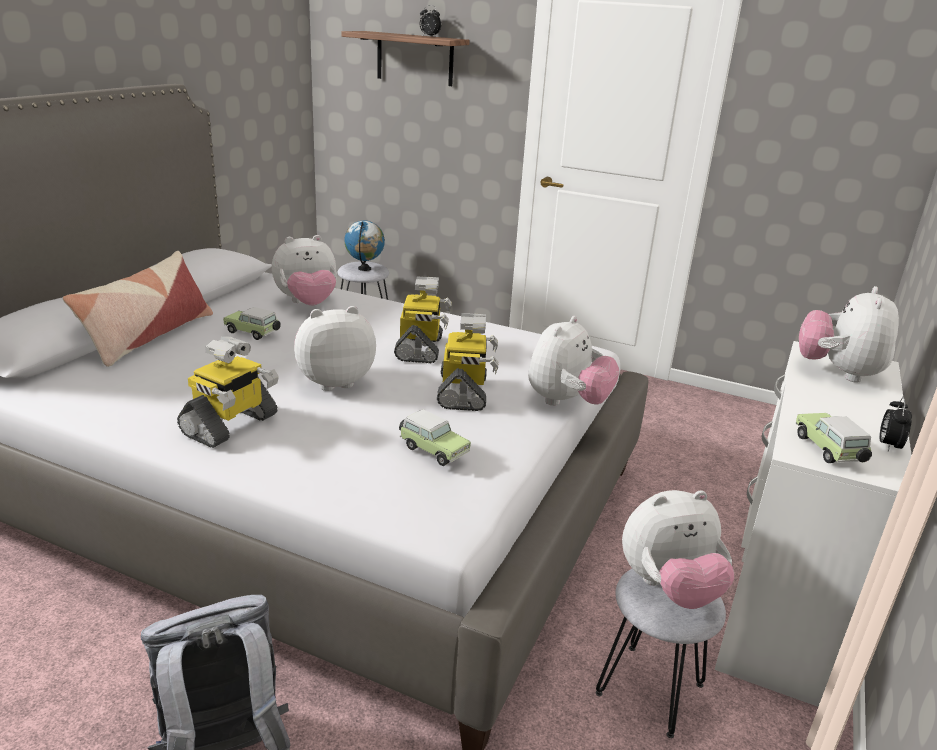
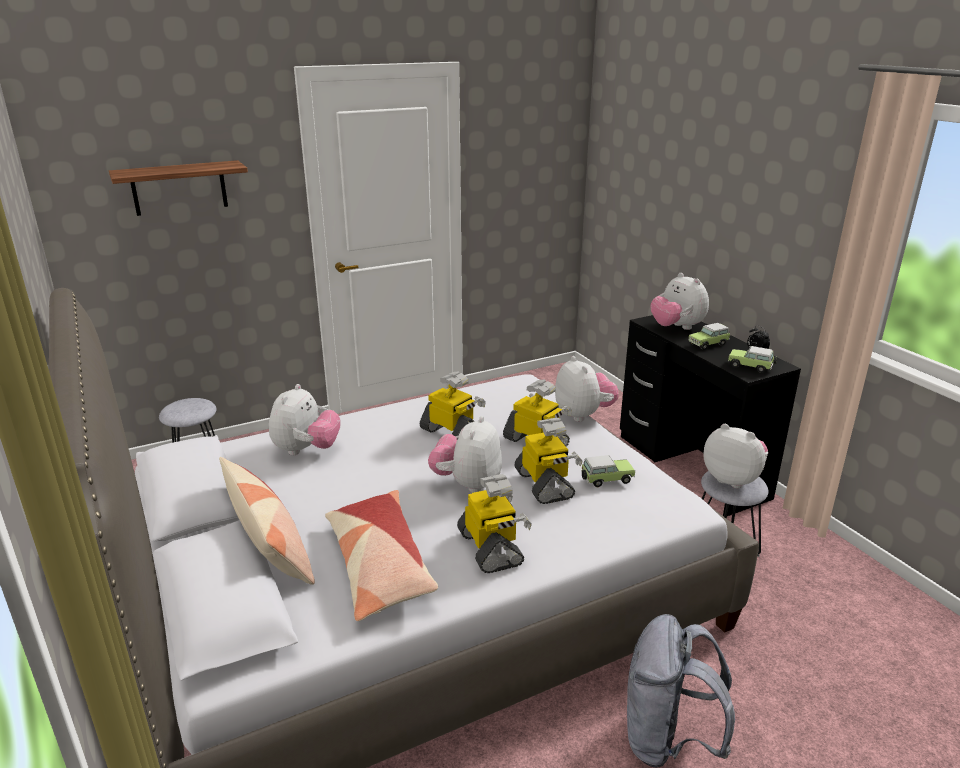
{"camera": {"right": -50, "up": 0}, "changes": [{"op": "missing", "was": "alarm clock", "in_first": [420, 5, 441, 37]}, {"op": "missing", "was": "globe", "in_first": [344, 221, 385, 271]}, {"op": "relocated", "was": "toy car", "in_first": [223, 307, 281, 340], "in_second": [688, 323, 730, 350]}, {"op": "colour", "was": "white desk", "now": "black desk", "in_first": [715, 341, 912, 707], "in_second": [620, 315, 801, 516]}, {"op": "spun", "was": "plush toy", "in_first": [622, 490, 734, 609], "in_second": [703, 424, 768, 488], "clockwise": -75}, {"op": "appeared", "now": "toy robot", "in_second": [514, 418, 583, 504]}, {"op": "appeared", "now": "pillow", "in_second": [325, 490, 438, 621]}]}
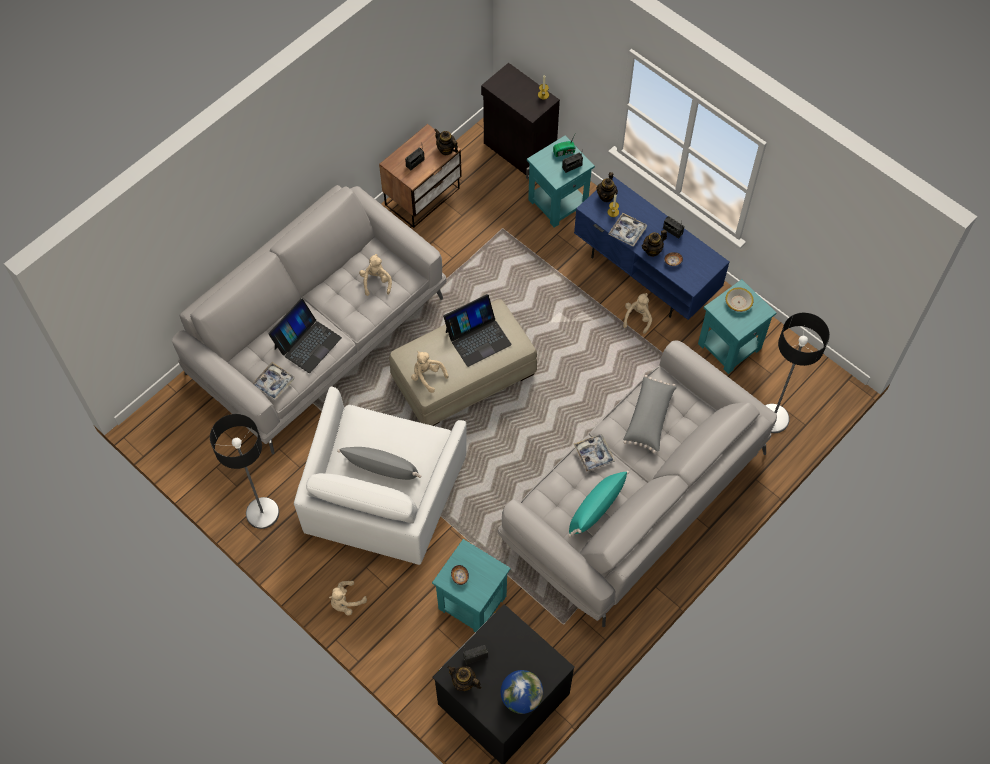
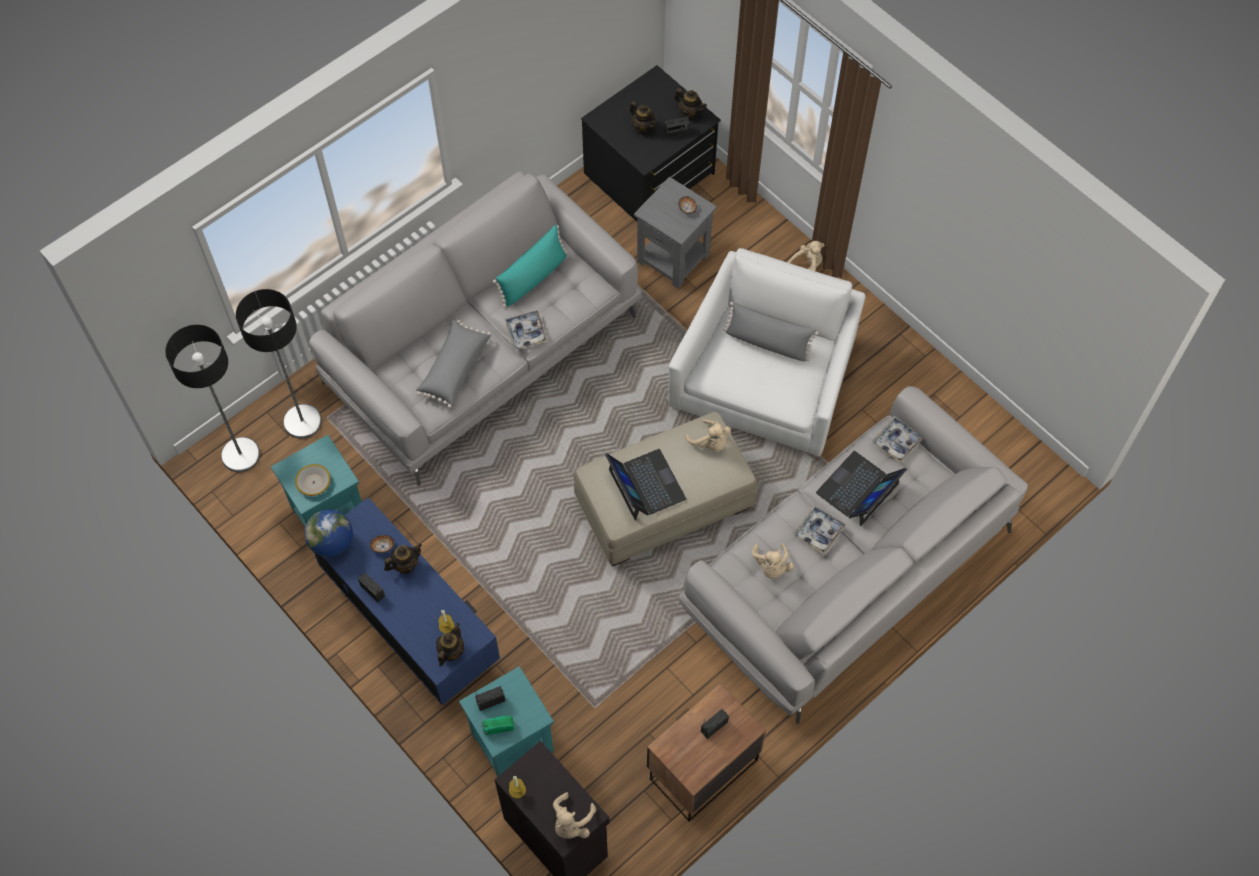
{"camera": {"right": -175, "up": 0}, "changes": [{"op": "relocated", "was": "teapot", "in_first": [434, 129, 458, 155], "in_second": [630, 101, 657, 134]}, {"op": "relocated", "was": "tray", "in_first": [608, 213, 647, 247], "in_second": [793, 505, 846, 554]}, {"op": "relocated", "was": "beige plush toy", "in_first": [623, 293, 652, 334], "in_second": [553, 792, 596, 839]}, {"op": "spun", "was": "laptop", "in_first": [443, 294, 512, 367], "in_second": [605, 449, 686, 521], "clockwise": 90}, {"op": "relocated", "was": "floor lamp", "in_first": [210, 414, 279, 529], "in_second": [165, 325, 260, 472]}, {"op": "colour", "was": "turquoise side table", "now": "grey side table", "in_first": [432, 539, 511, 632], "in_second": [634, 177, 717, 289]}, {"op": "relocated", "was": "globe", "in_first": [501, 670, 543, 714], "in_second": [305, 510, 353, 557]}]}
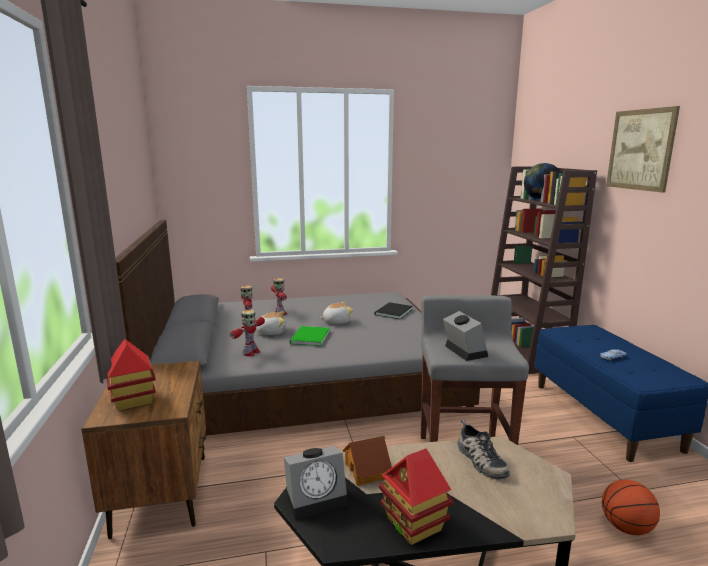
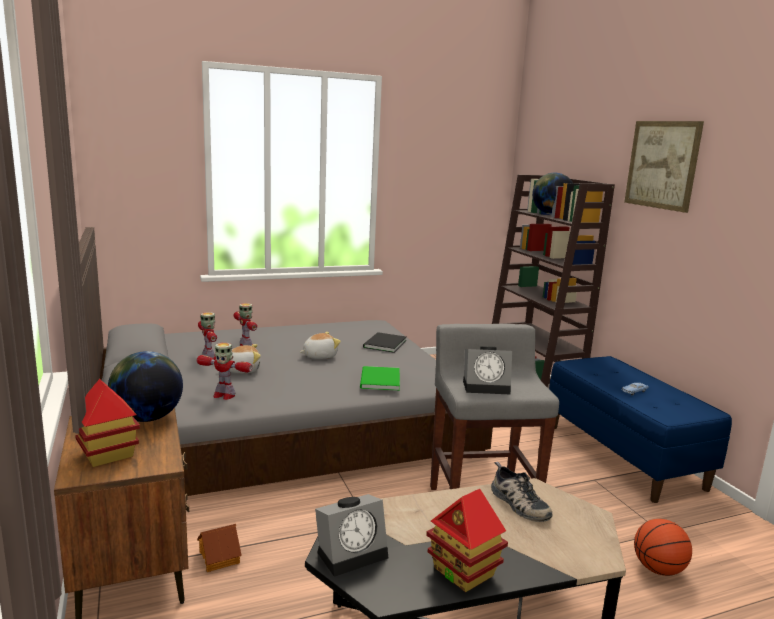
{"camera": {"right": -10, "up": 0}, "changes": [{"op": "spun", "was": "toy robot", "in_first": [230, 310, 265, 356], "in_second": [197, 343, 252, 400], "clockwise": 90}, {"op": "spun", "was": "alarm clock", "in_first": [443, 311, 488, 361], "in_second": [463, 346, 512, 395], "clockwise": 120}, {"op": "relocated", "was": "green book", "in_first": [290, 326, 330, 346], "in_second": [360, 366, 400, 391]}, {"op": "relocated", "was": "toy house", "in_first": [343, 436, 392, 486], "in_second": [197, 524, 242, 572]}, {"op": "appeared", "now": "globe", "in_second": [108, 351, 183, 422]}]}
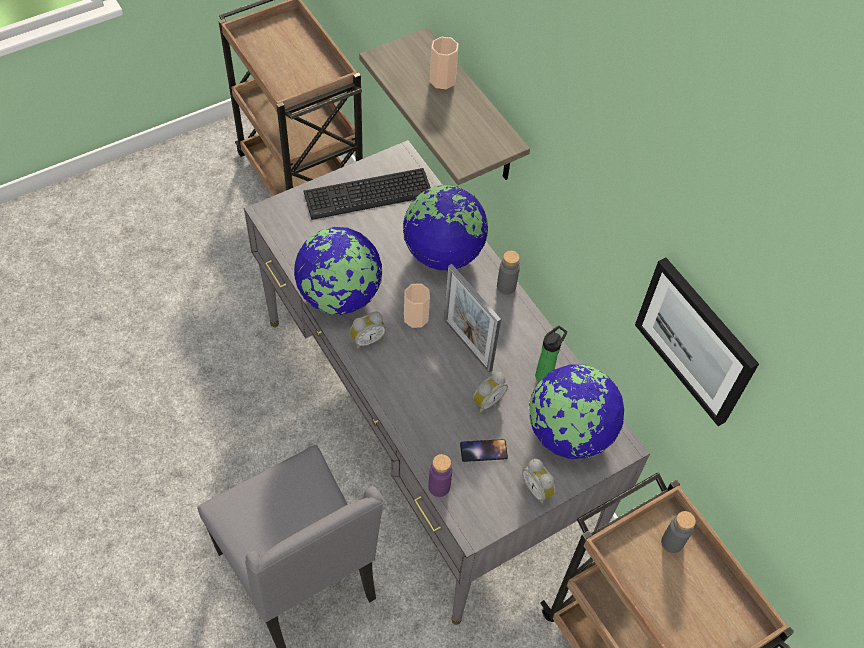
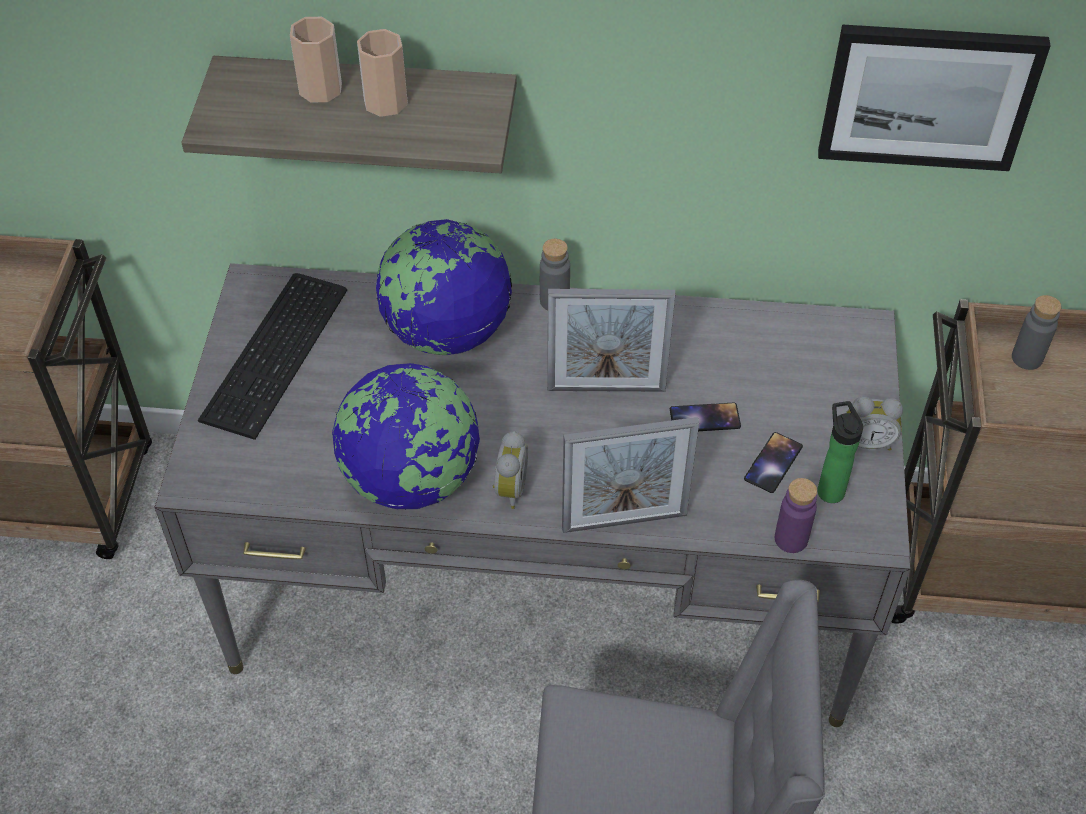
{"camera": {"right": -50, "up": -5}, "changes": [{"op": "relocated", "was": "cup", "in_first": [404, 283, 430, 328], "in_second": [357, 29, 408, 117]}, {"op": "relocated", "was": "bottle", "in_first": [535, 325, 567, 382], "in_second": [817, 401, 863, 503]}, {"op": "missing", "was": "globe", "in_first": [529, 364, 624, 459]}, {"op": "exchanged", "was": "alarm clock", "now": "phone", "in_first": [473, 372, 508, 414], "in_second": [670, 403, 741, 431]}, {"op": "appeared", "now": "picture frame", "in_second": [562, 417, 699, 533]}]}
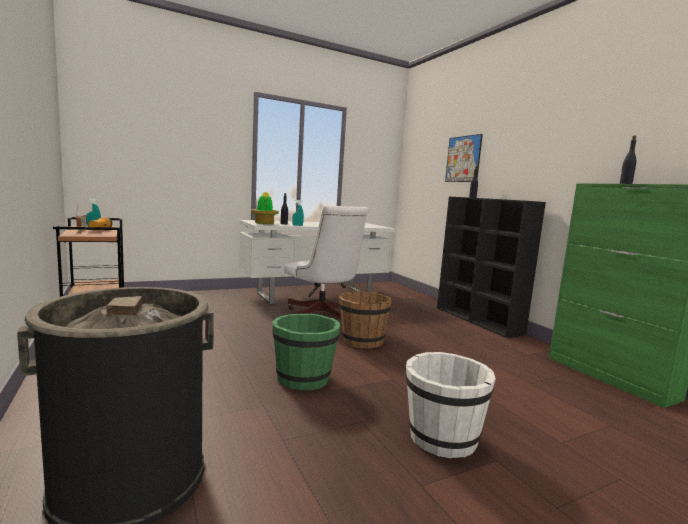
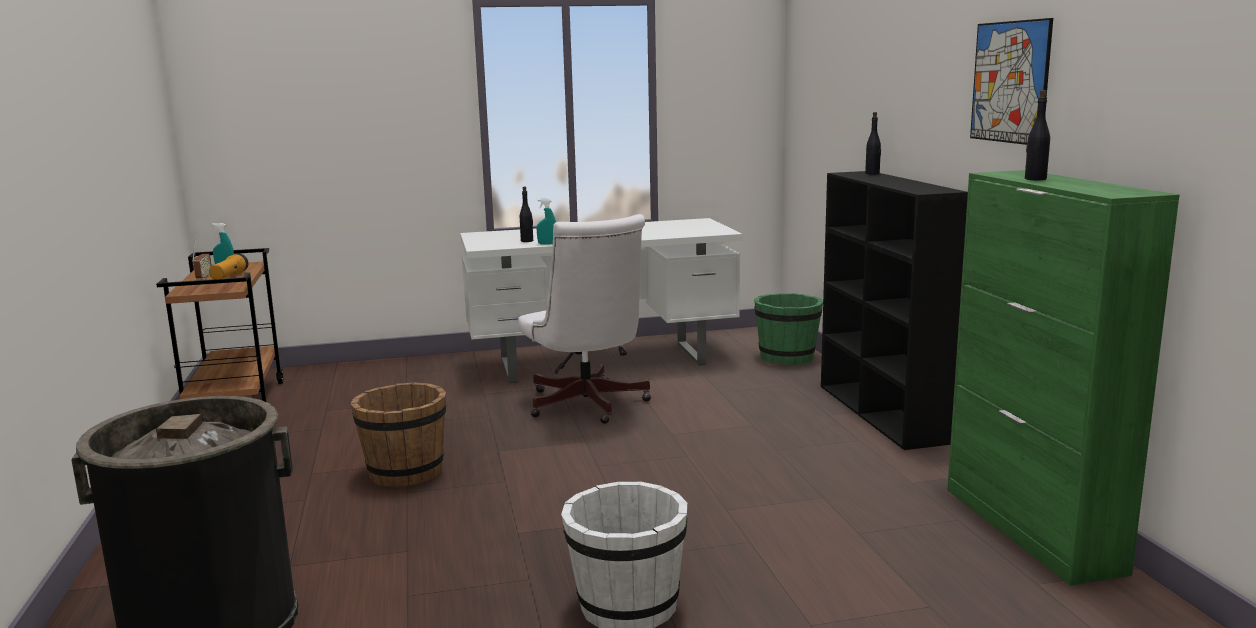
{"camera": {"right": 15, "up": 5}, "changes": [{"op": "relocated", "was": "picture", "in_first": [445, 134, 483, 182], "in_second": [970, 18, 1053, 145]}, {"op": "missing", "was": "potted plant", "in_first": [251, 192, 279, 224]}, {"op": "relocated", "was": "brown bucket", "in_first": [339, 291, 392, 349], "in_second": [350, 382, 446, 487]}, {"op": "relocated", "was": "green bucket", "in_first": [272, 313, 341, 390], "in_second": [754, 293, 823, 365]}]}
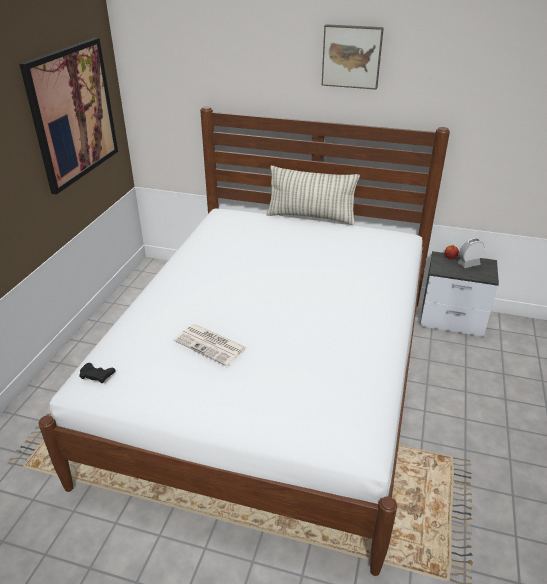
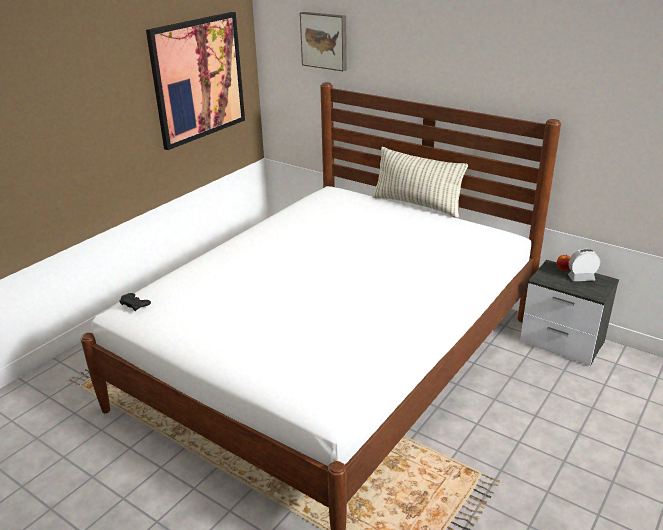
{"camera": {"right": 20, "up": -5}, "changes": [{"op": "relocated", "was": "picture", "in_first": [322, 24, 384, 90], "in_second": [300, 12, 347, 71]}, {"op": "missing", "was": "newspaper", "in_first": [174, 324, 247, 366]}]}
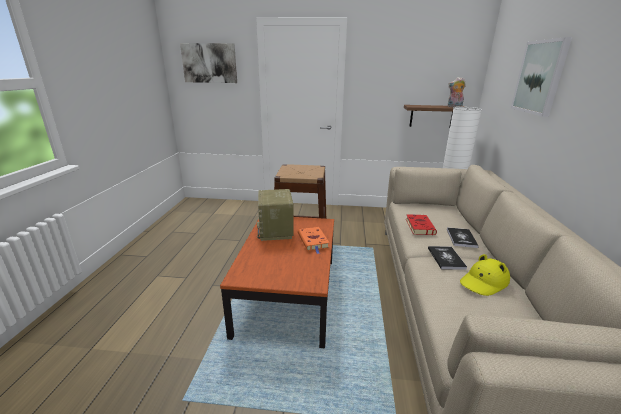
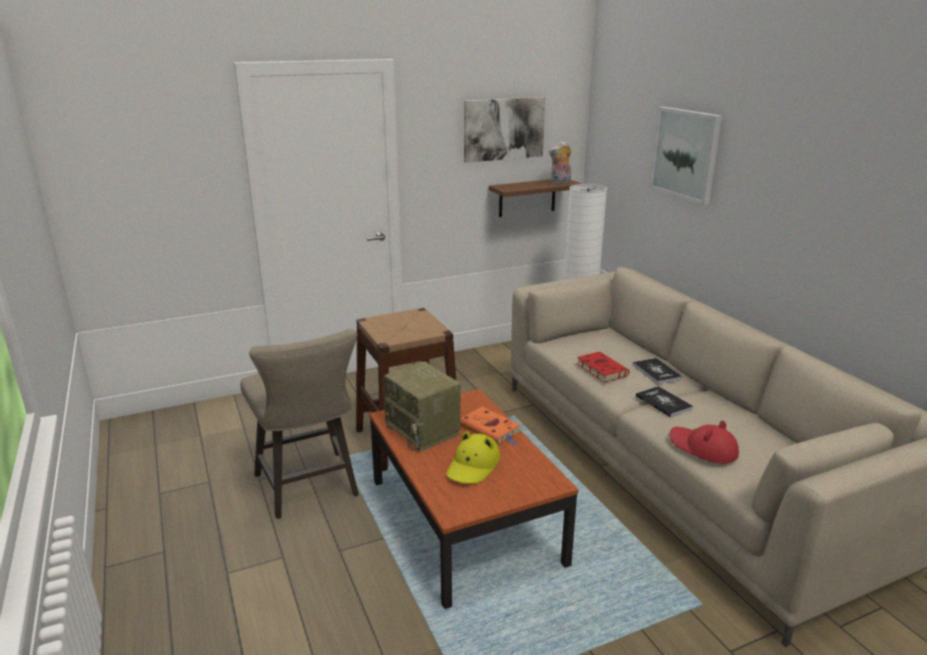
{"camera": {"right": -30, "up": 0}, "changes": [{"op": "relocated", "was": "picture", "in_first": [180, 43, 237, 83], "in_second": [464, 97, 545, 163]}, {"op": "relocated", "was": "yellow hat", "in_first": [460, 254, 510, 296], "in_second": [446, 431, 500, 484]}, {"op": "appeared", "now": "beige stool", "in_second": [240, 329, 359, 519]}, {"op": "appeared", "now": "red hat", "in_second": [670, 420, 739, 464]}]}
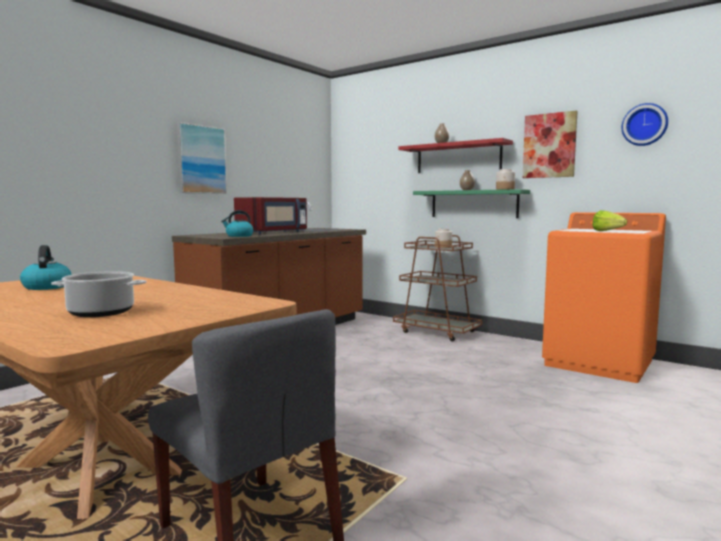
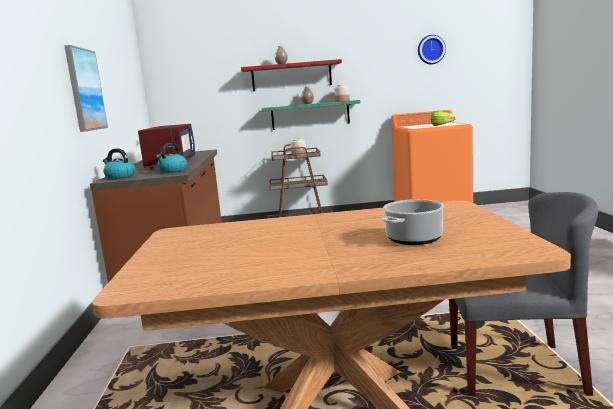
{"camera": {"right": -40, "up": 5}, "changes": [{"op": "missing", "was": "picture", "in_first": [523, 110, 578, 178]}, {"op": "relocated", "was": "kettle", "in_first": [20, 245, 72, 290], "in_second": [103, 148, 135, 179]}]}
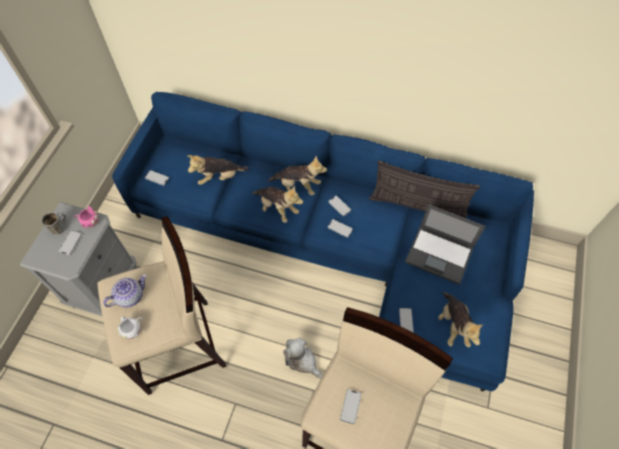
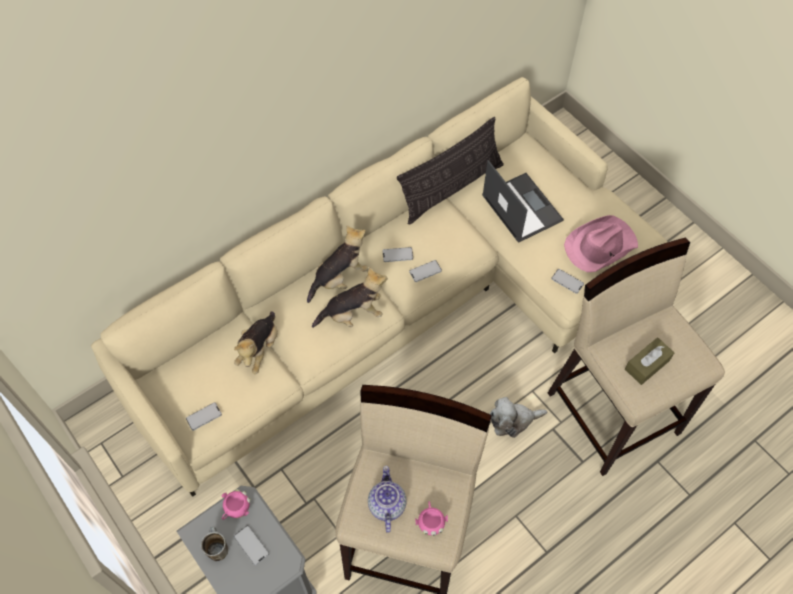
{"camera": {"right": -55, "up": 0}, "changes": [{"op": "colour", "was": "blue sofa", "now": "beige sofa", "in_first": [112, 92, 534, 392], "in_second": [91, 77, 668, 497]}, {"op": "spun", "was": "laptop", "in_first": [405, 204, 486, 285], "in_second": [482, 160, 564, 243], "clockwise": -90}, {"op": "exchanged", "was": "plush toy", "now": "pink hat", "in_first": [438, 292, 483, 347], "in_second": [564, 215, 638, 272]}, {"op": "colour", "was": "white mug", "now": "pink mug", "in_first": [117, 316, 143, 339], "in_second": [415, 501, 448, 536]}, {"op": "exchanged", "was": "phone", "now": "brown tissue box", "in_first": [340, 389, 361, 424], "in_second": [625, 337, 674, 385]}]}
